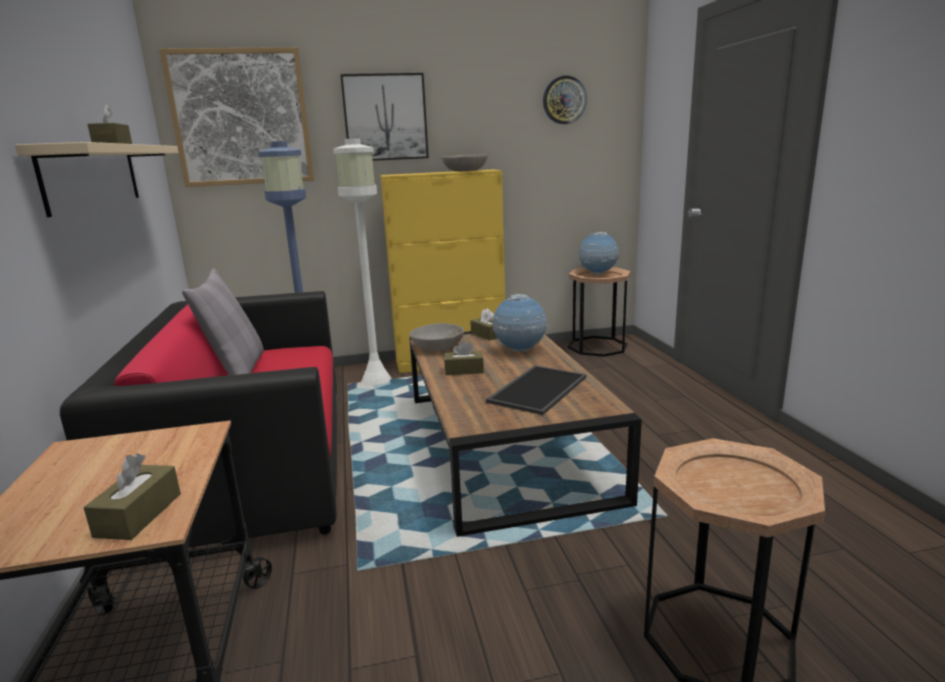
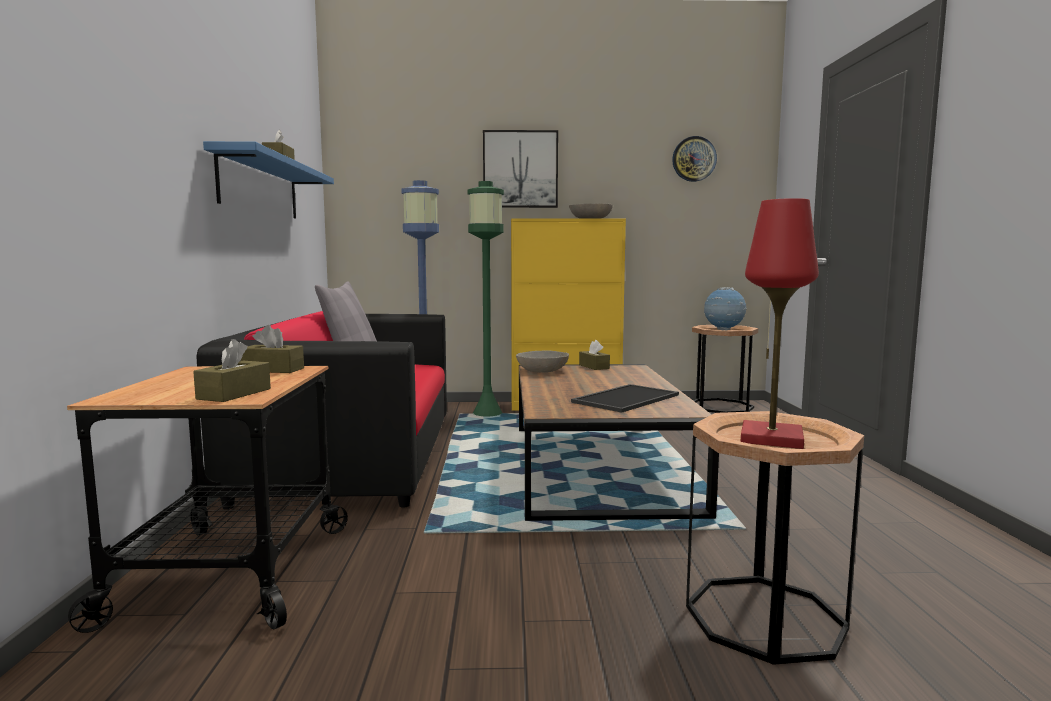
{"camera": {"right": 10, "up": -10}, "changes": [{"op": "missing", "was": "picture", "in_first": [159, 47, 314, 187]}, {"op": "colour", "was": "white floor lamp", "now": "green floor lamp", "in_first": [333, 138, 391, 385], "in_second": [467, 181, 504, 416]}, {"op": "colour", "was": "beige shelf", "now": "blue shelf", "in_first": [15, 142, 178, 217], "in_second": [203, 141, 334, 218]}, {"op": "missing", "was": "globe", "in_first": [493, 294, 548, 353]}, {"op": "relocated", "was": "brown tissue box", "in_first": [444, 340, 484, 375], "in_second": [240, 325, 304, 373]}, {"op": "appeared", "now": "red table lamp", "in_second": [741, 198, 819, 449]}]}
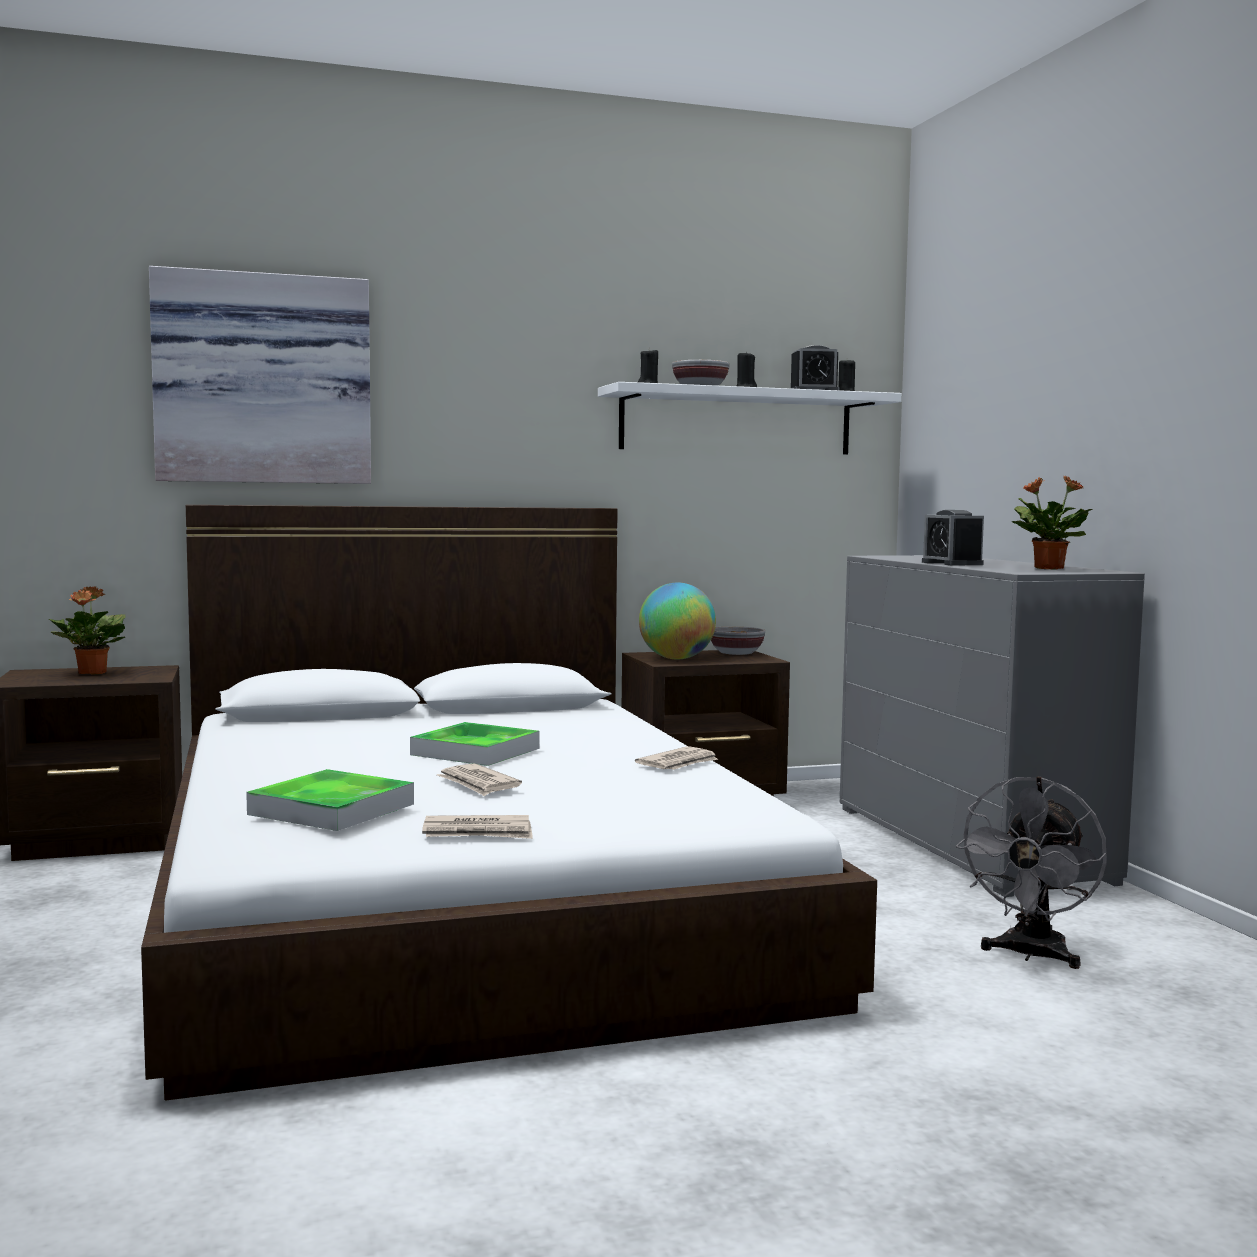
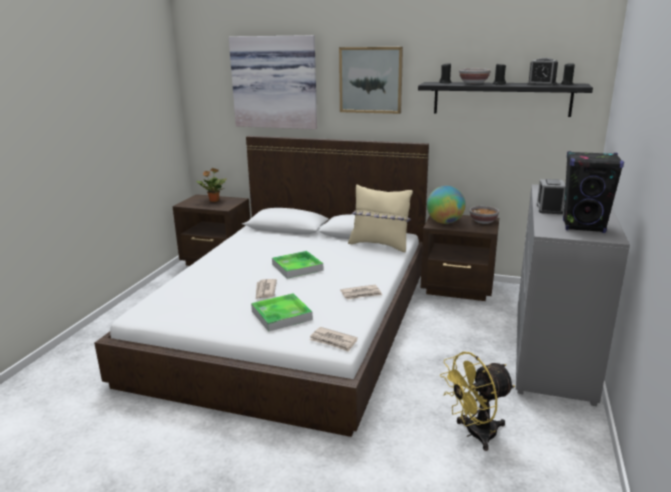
{"camera": {"right": 35, "up": 15}, "changes": [{"op": "colour", "was": "white shelf", "now": "black shelf", "in_first": [598, 382, 902, 454], "in_second": [418, 82, 593, 117]}, {"op": "exchanged", "was": "potted plant", "now": "black speaker", "in_first": [1012, 475, 1093, 570], "in_second": [563, 151, 624, 233]}, {"op": "relocated", "was": "tray", "in_first": [246, 769, 414, 831], "in_second": [251, 293, 313, 332]}, {"op": "colour", "was": "grey fan", "now": "yellow fan", "in_first": [956, 777, 1107, 969], "in_second": [440, 352, 515, 451]}, {"op": "relocated", "was": "newspaper", "in_first": [422, 815, 533, 839], "in_second": [310, 327, 358, 352]}, {"op": "appeared", "now": "picture", "in_second": [339, 47, 403, 114]}, {"op": "appeared", "now": "beige pillow", "in_second": [348, 185, 413, 252]}]}
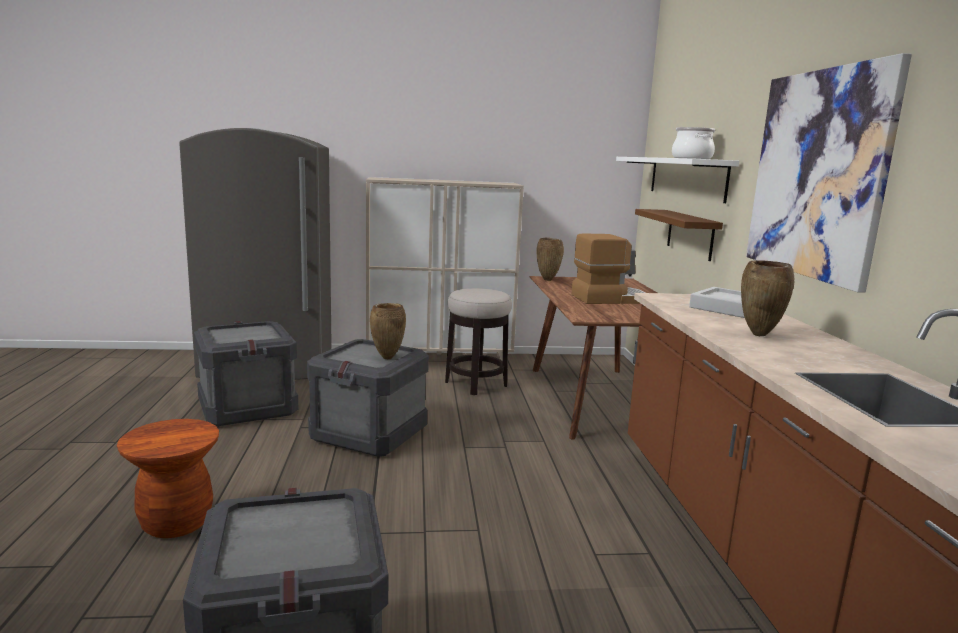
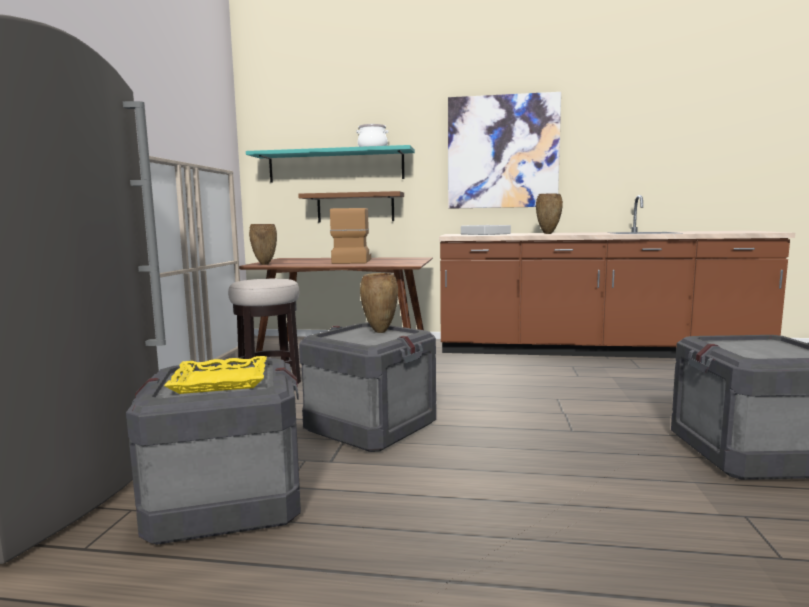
{"camera": {"right": -75, "up": -5}, "changes": [{"op": "colour", "was": "white shelf", "now": "turquoise shelf", "in_first": [616, 157, 739, 203], "in_second": [246, 145, 415, 183]}, {"op": "missing", "was": "brown stool", "in_first": [117, 419, 219, 538]}, {"op": "appeared", "now": "yellow tray", "in_second": [164, 356, 267, 394]}]}
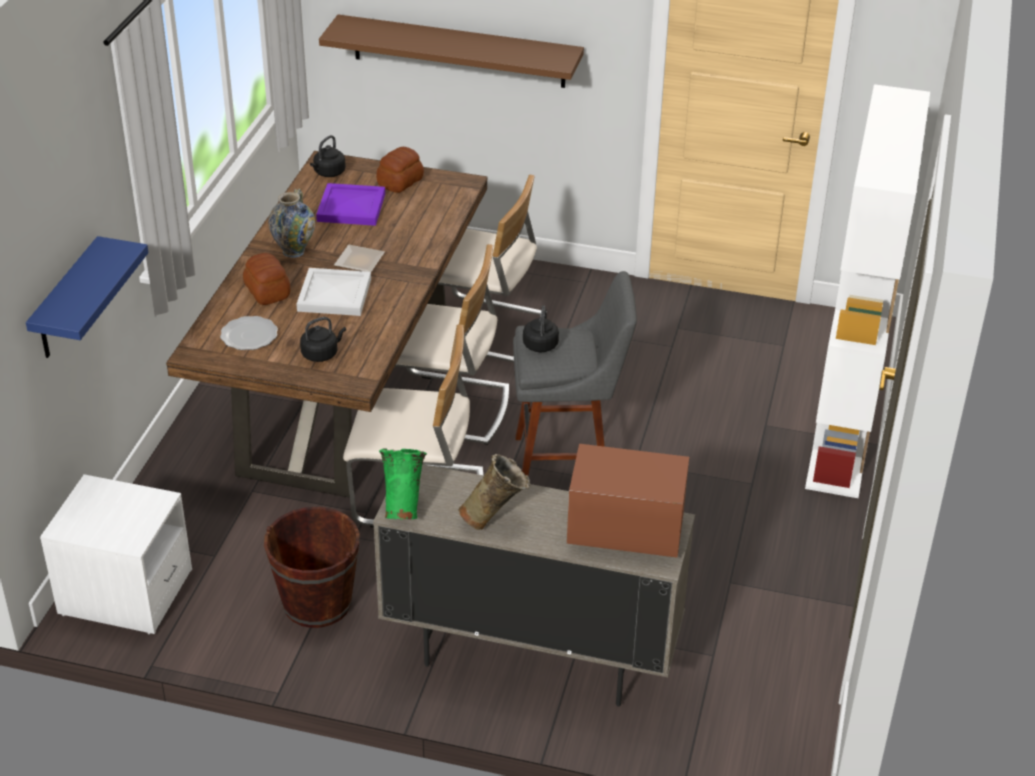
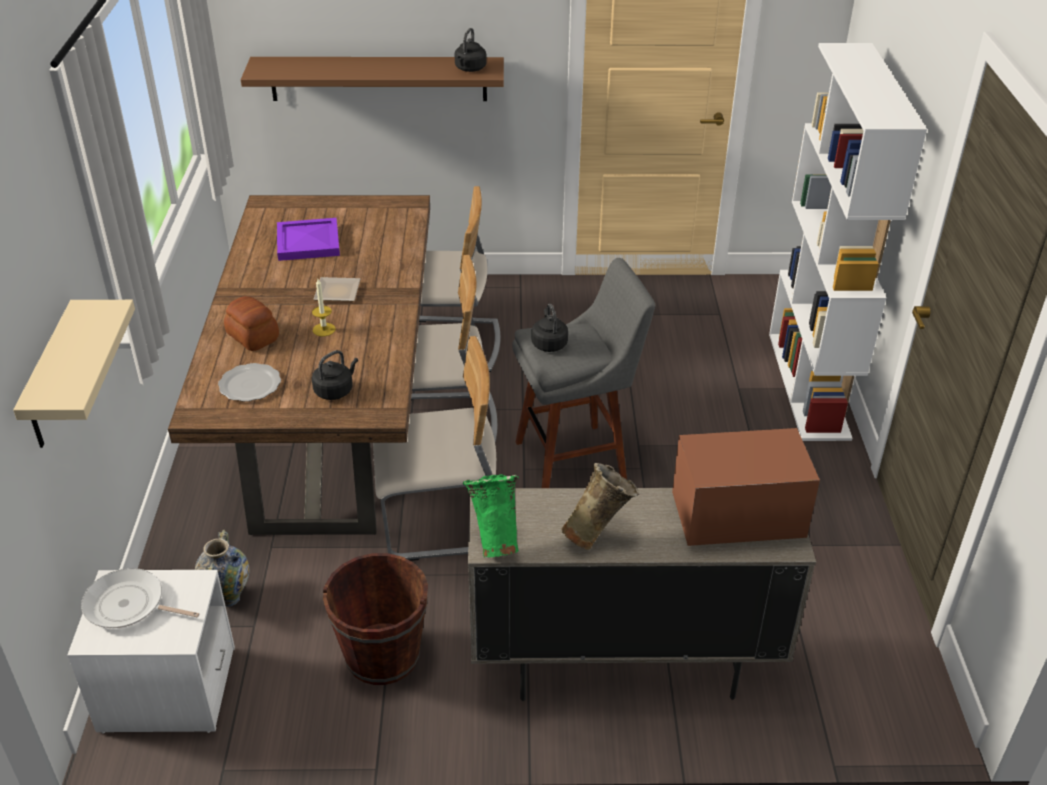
{"camera": {"right": -15, "up": 0}, "changes": [{"op": "relocated", "was": "black kettle", "in_first": [310, 135, 346, 177], "in_second": [455, 28, 487, 72]}, {"op": "missing", "was": "bread", "in_first": [377, 147, 424, 193]}, {"op": "relocated", "was": "vase", "in_first": [268, 188, 315, 258], "in_second": [195, 530, 249, 607]}, {"op": "colour", "was": "blue shelf", "now": "beige shelf", "in_first": [26, 236, 149, 358], "in_second": [13, 300, 135, 448]}, {"op": "exchanged", "was": "white tray", "now": "candle", "in_first": [297, 268, 371, 316], "in_second": [312, 279, 336, 336]}, {"op": "appeared", "now": "frying pan", "in_second": [81, 568, 200, 628]}]}
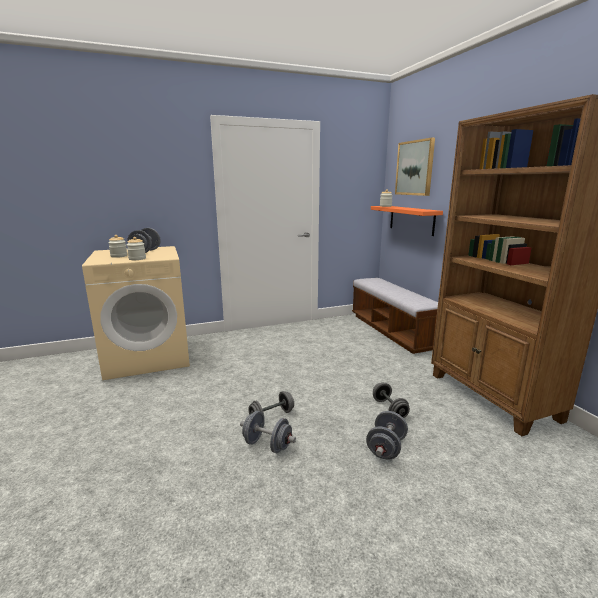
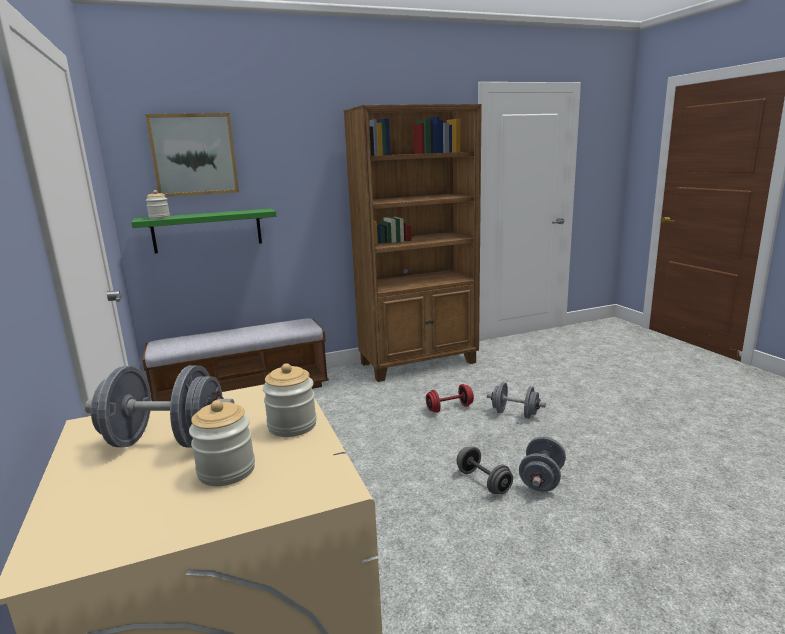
{"camera": {"right": -90, "up": 0}, "changes": [{"op": "colour", "was": "orange shelf", "now": "green shelf", "in_first": [371, 206, 443, 236], "in_second": [131, 209, 277, 253]}, {"op": "colour", "was": "grey dumbbell", "now": "red dumbbell", "in_first": [373, 383, 410, 418], "in_second": [426, 384, 474, 413]}]}
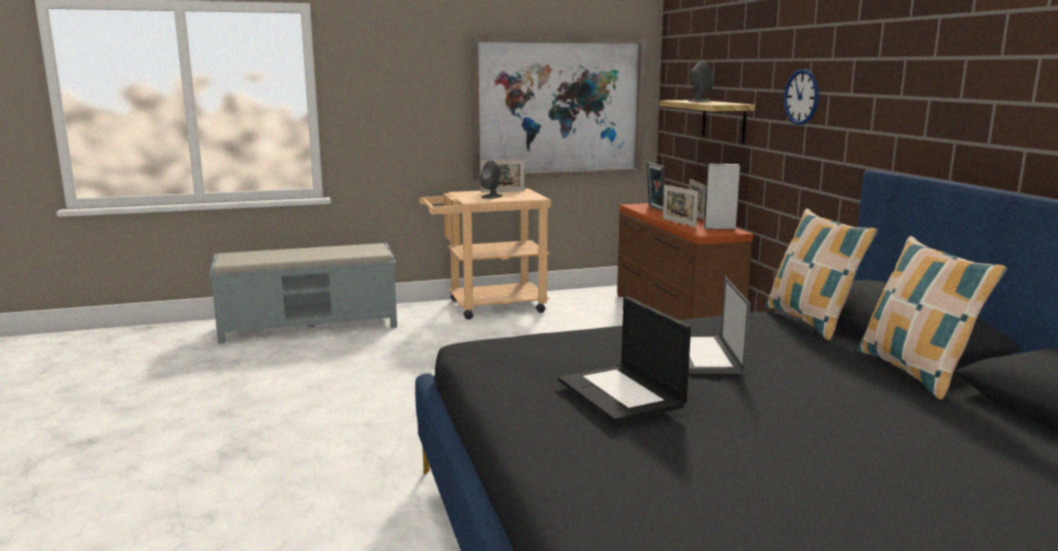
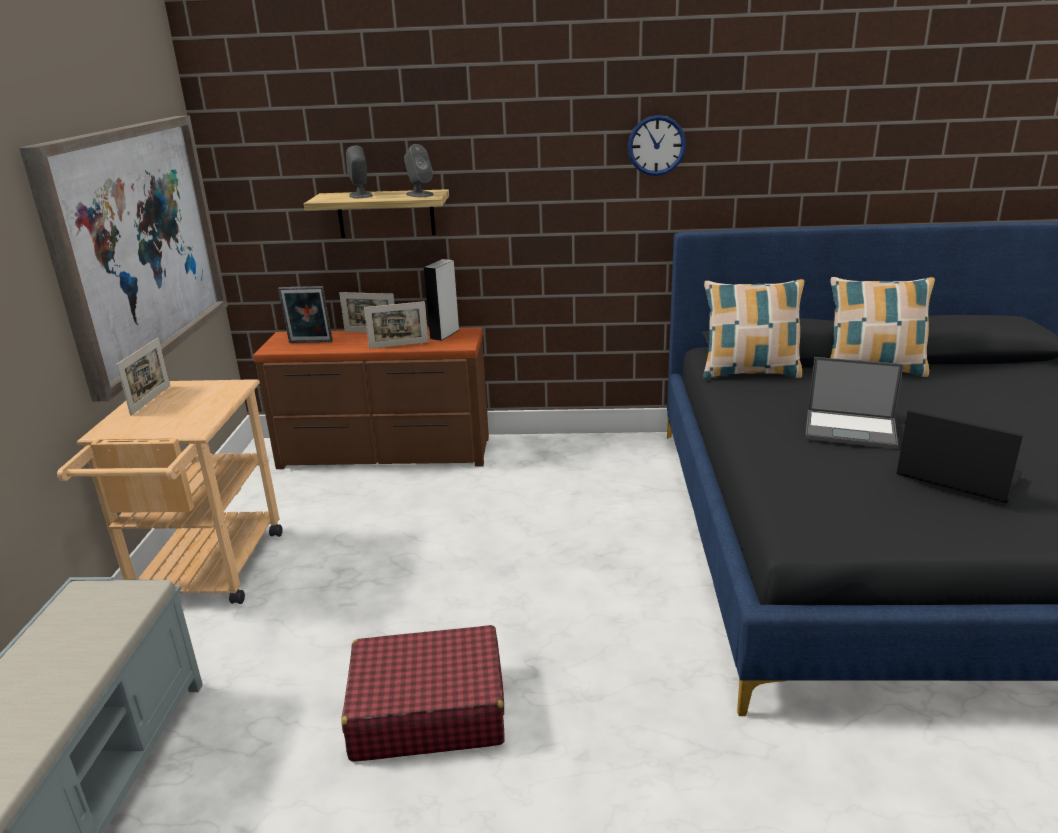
{"camera": {"right": -70, "up": 10}, "changes": [{"op": "relocated", "was": "wall clock", "in_first": [784, 69, 819, 125], "in_second": [628, 115, 686, 176]}, {"op": "relocated", "was": "grey speaker", "in_first": [480, 160, 502, 199], "in_second": [404, 144, 434, 197]}, {"op": "spun", "was": "laptop", "in_first": [558, 296, 691, 423], "in_second": [896, 409, 1023, 503], "clockwise": -135}, {"op": "appeared", "now": "red suitcase", "in_second": [341, 625, 505, 762]}]}
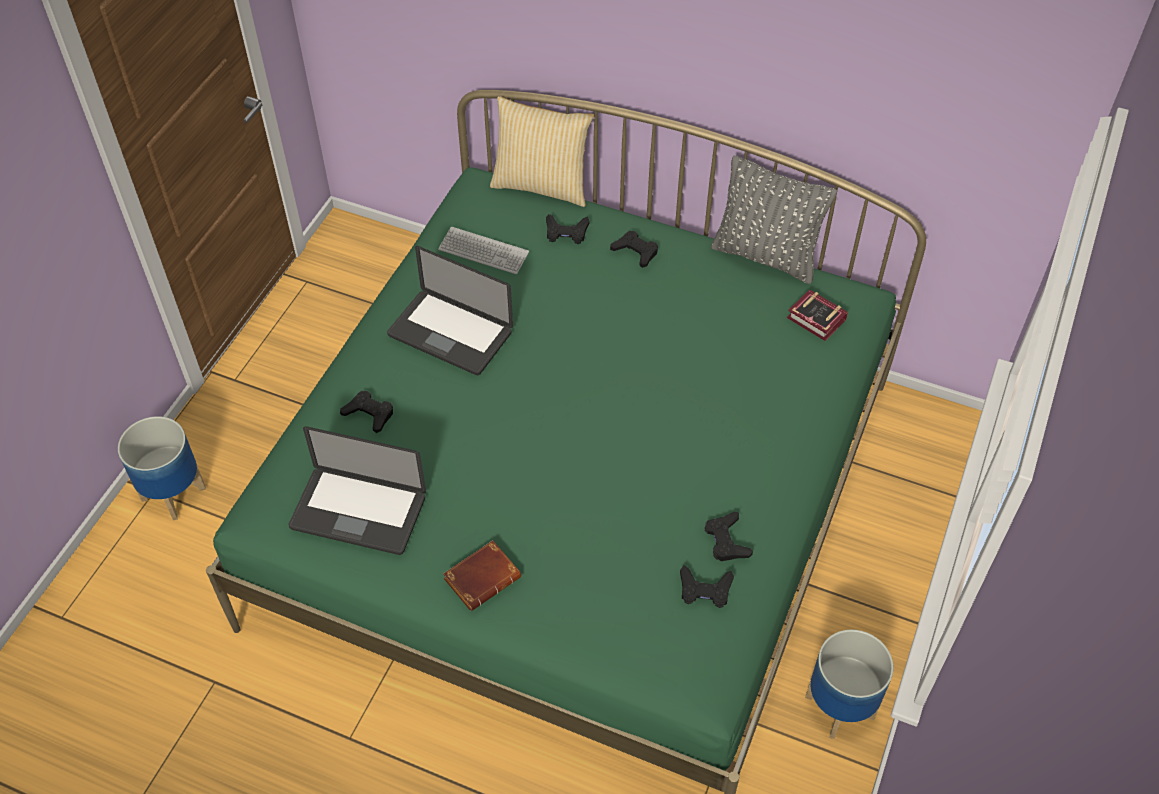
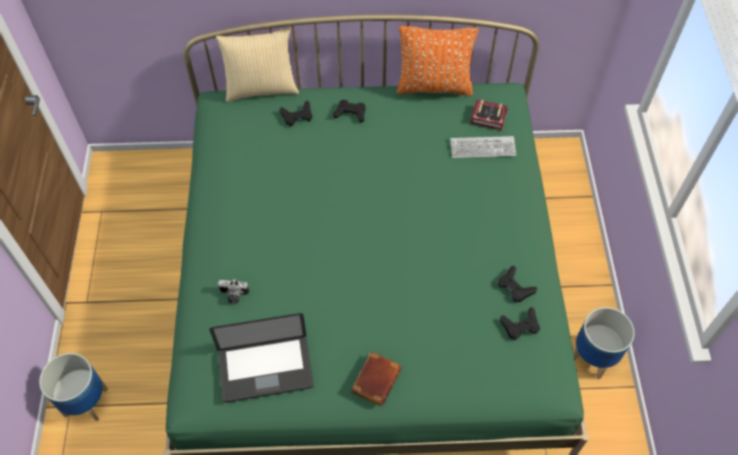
{"camera": {"right": -25, "up": 5}, "changes": [{"op": "colour", "was": "grey pillow", "now": "orange pillow", "in_first": [711, 155, 837, 284], "in_second": [397, 26, 478, 96]}, {"op": "relocated", "was": "keyboard", "in_first": [438, 227, 529, 274], "in_second": [450, 136, 516, 158]}, {"op": "missing", "was": "laptop", "in_first": [387, 246, 513, 375]}, {"op": "exchanged", "was": "black game controller", "now": "photo camera", "in_first": [340, 391, 393, 433], "in_second": [218, 279, 250, 304]}]}
